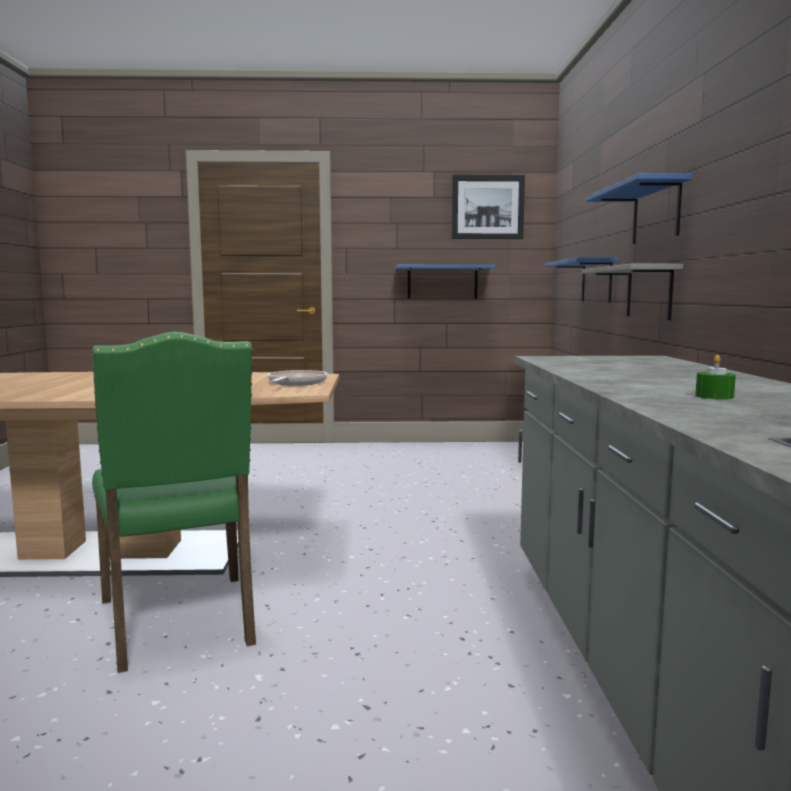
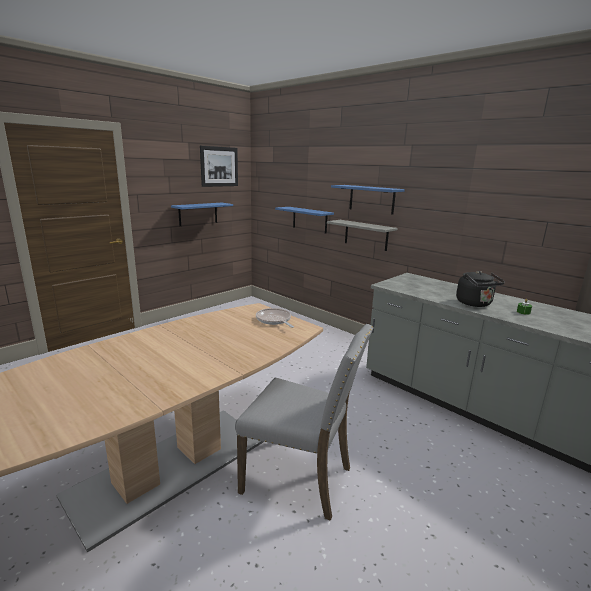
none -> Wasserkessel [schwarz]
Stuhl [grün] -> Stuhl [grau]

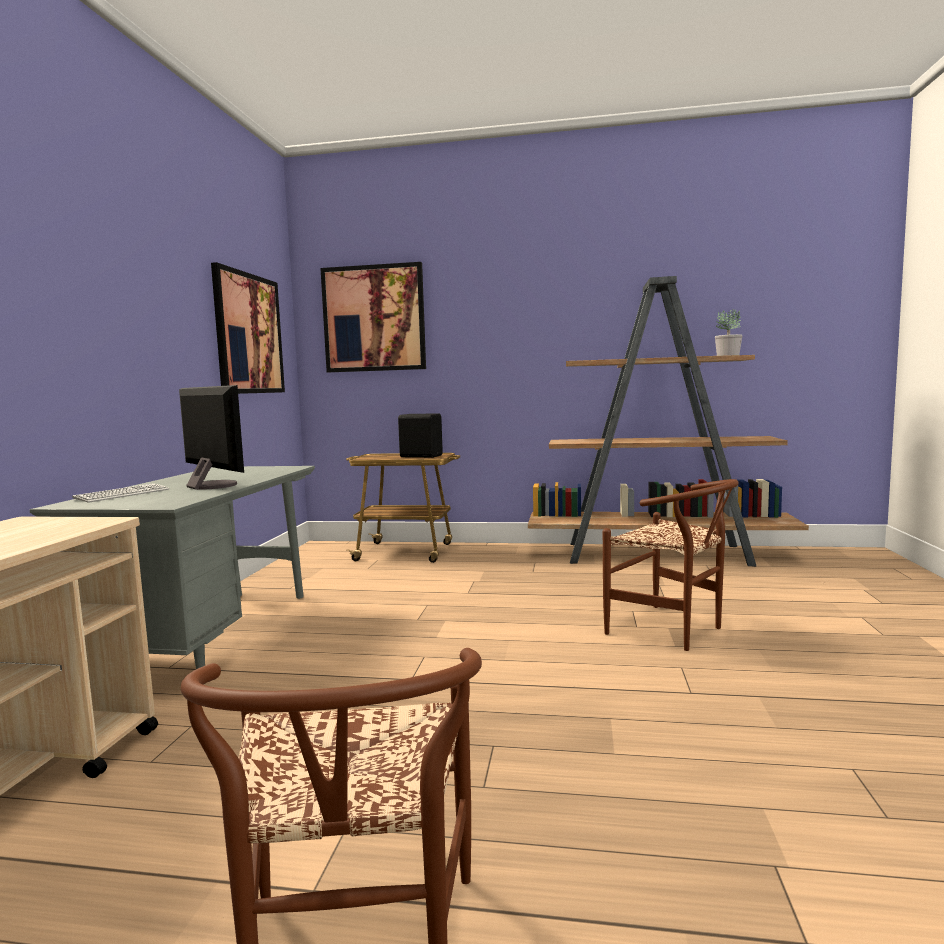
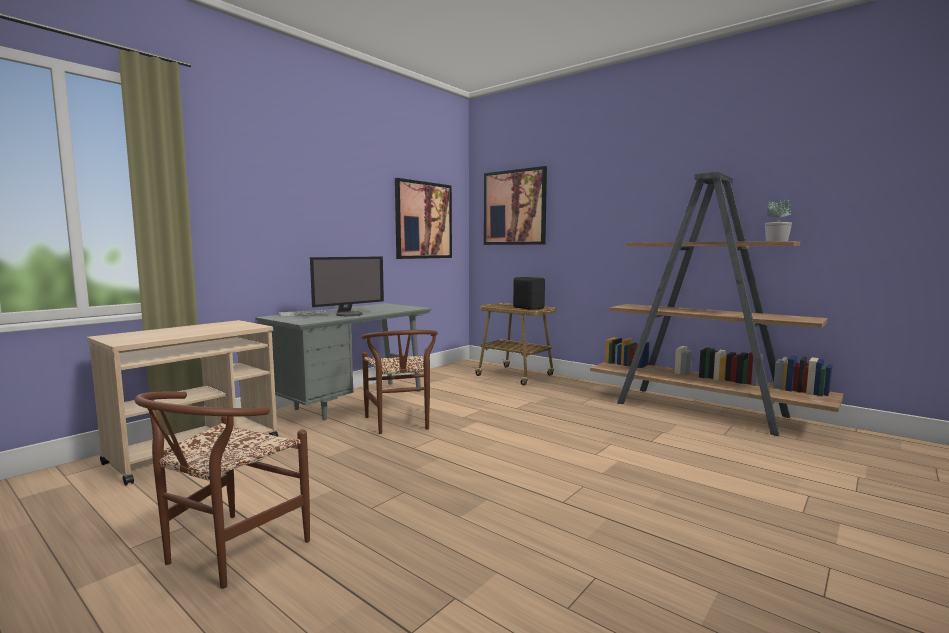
Stuhl [braun] (2nd from left), moved
Monitor, 60 degrees clockwise

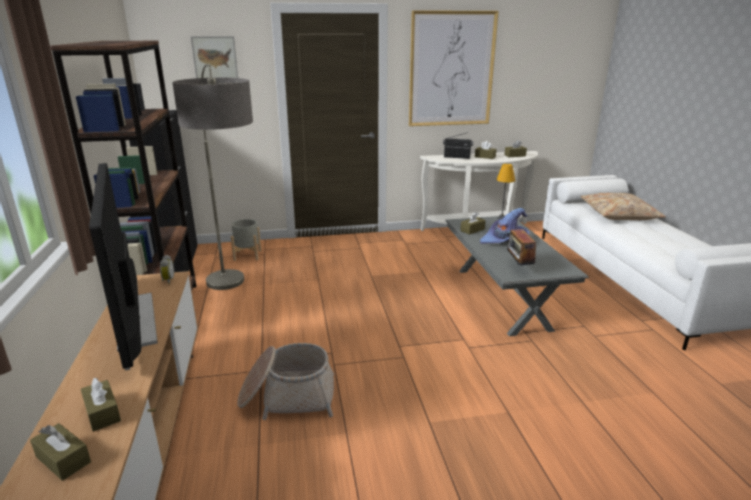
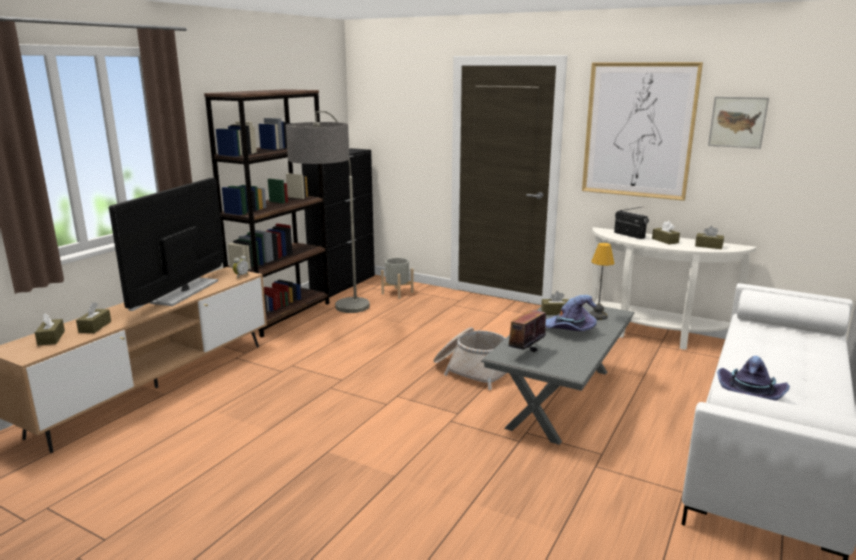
Kissen [beige] -> none
none -> Hut [lila] (2nd from left)
Bild (1st from left in the first image) -> Bild (2nd from left), moved
Korb, moved

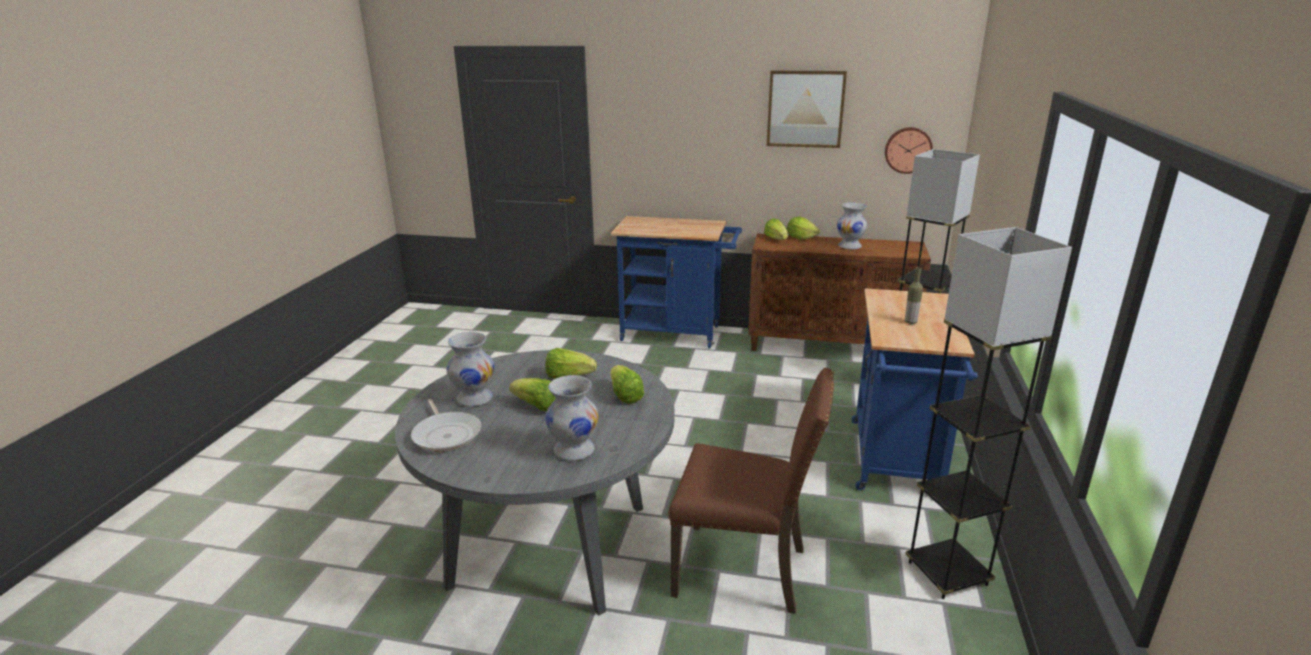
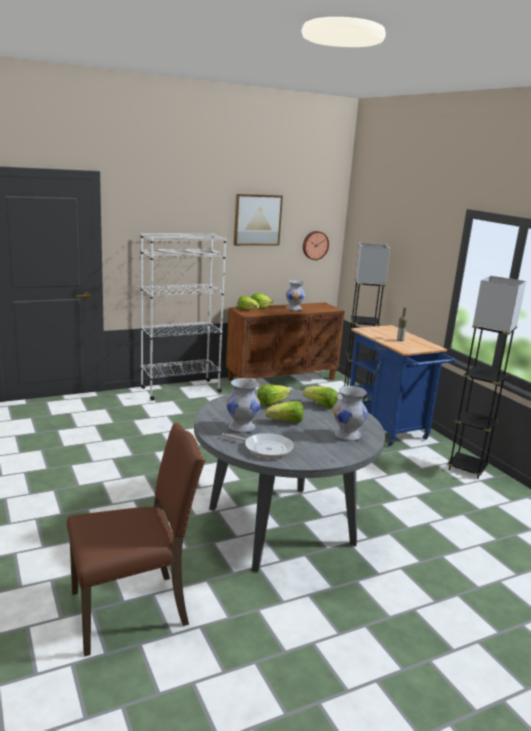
Stuhl [braun], moved
Rollwagen [blau] (1st from left) -> Bücherregal [weiß]

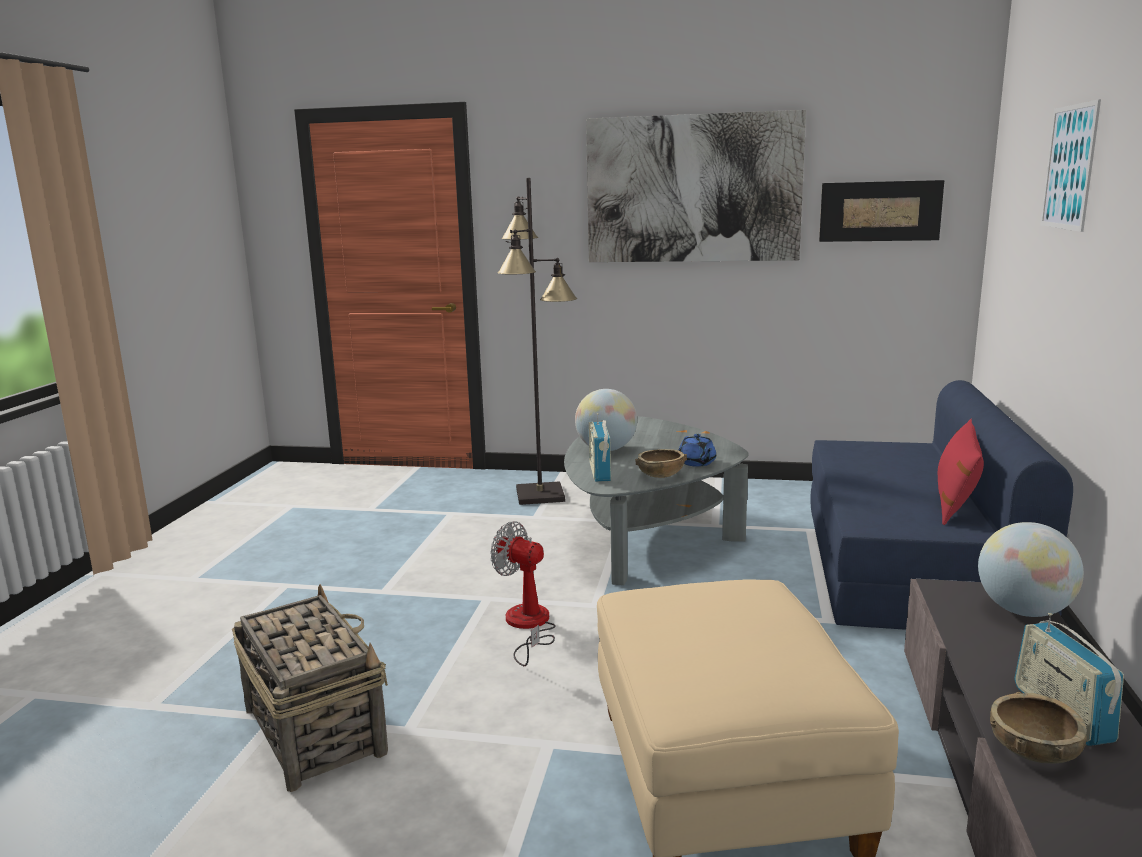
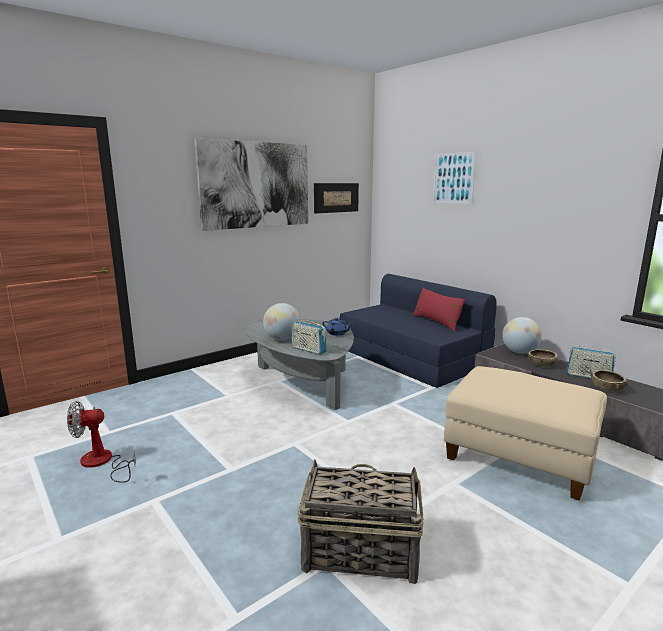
Stehlampe [schwarz] -> none
Ventilator, moved
Schüssel [braun] (1st from left), moved

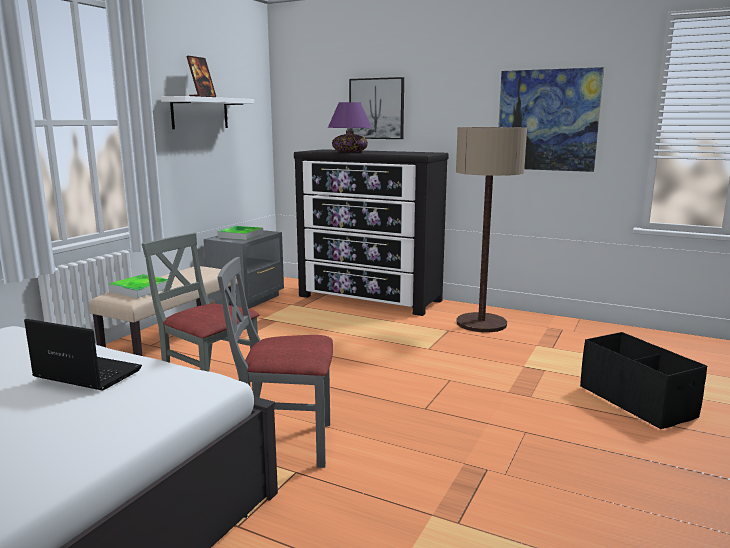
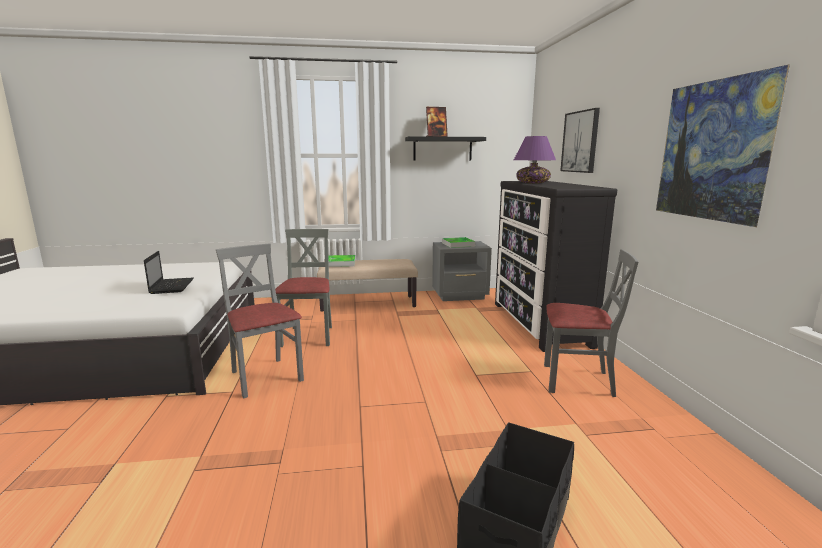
Stehlampe -> Stuhl [grau] (3rd from left)
Wandregal [weiß] -> Wandregal [schwarz]

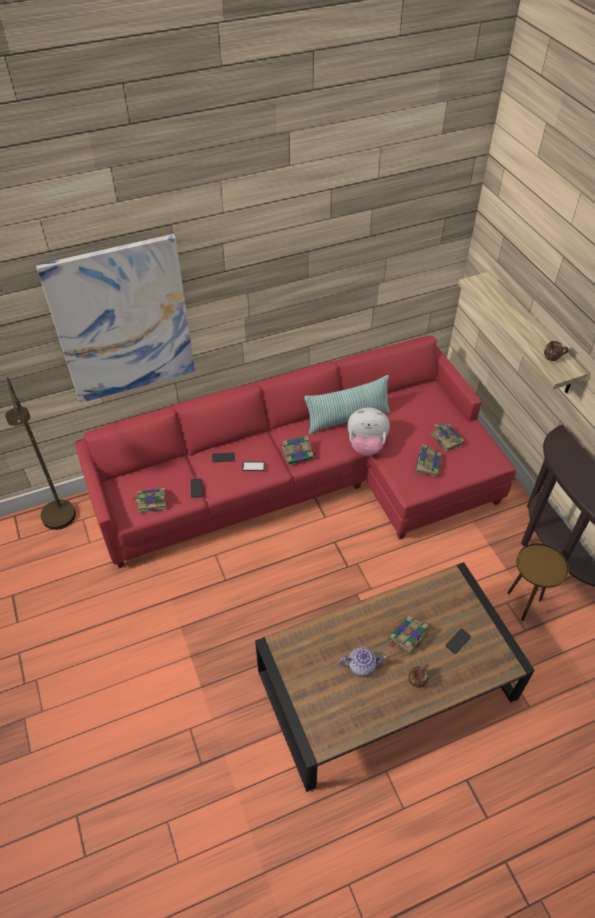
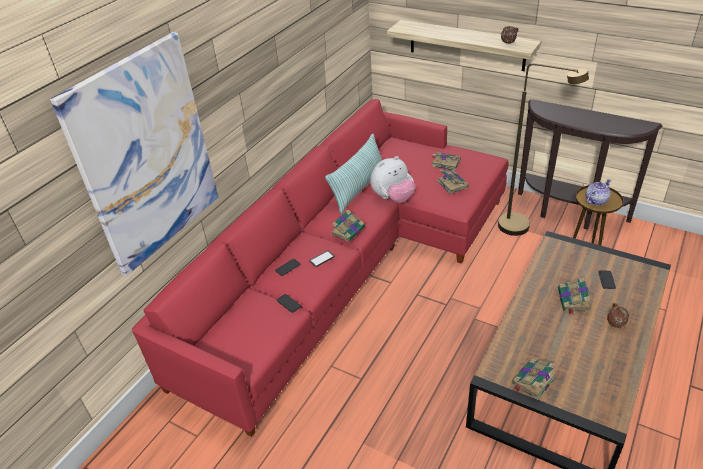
Stehlampe [braun], moved
Buch (1st from left in the first image) -> Buch (4th from left), moved
Teekanne, moved

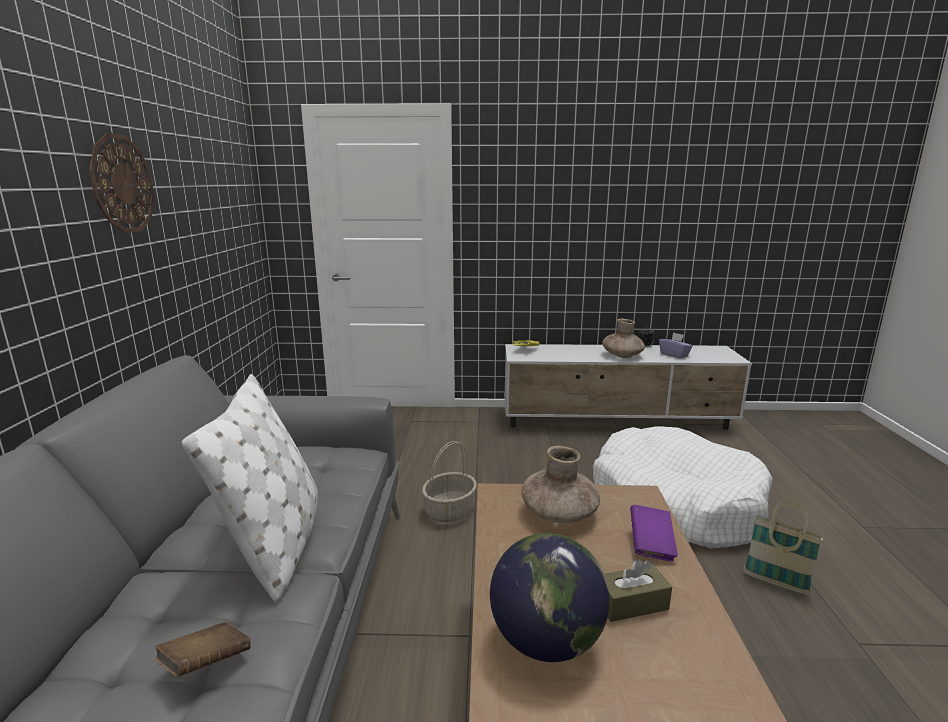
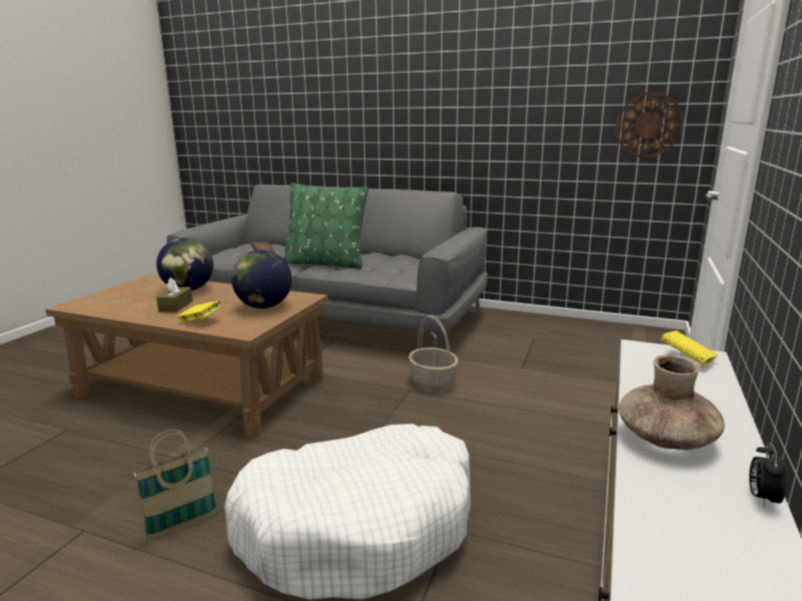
Taschentuchbox [lila] -> none
Wanduhr, moved
Vase [braun] (1st from left) -> Globus (2nd from left)
Kissen [weiß] -> Kissen [grün]
Buch [lila] -> Buch [gelb] (1st from left)

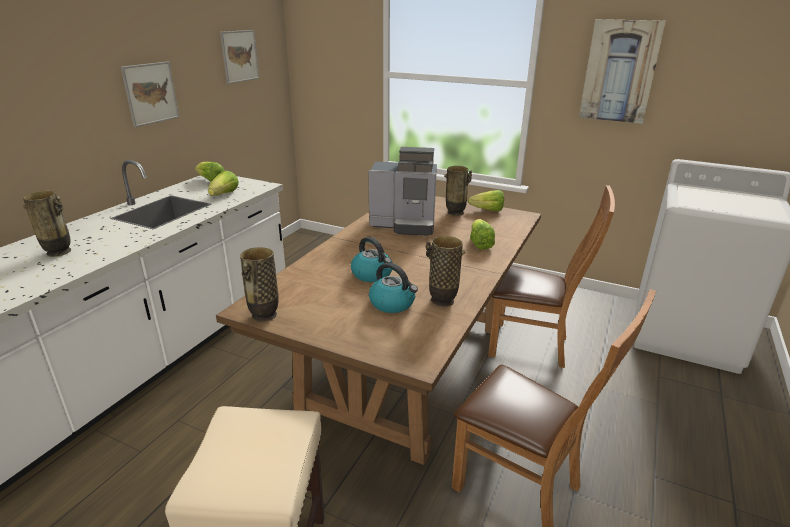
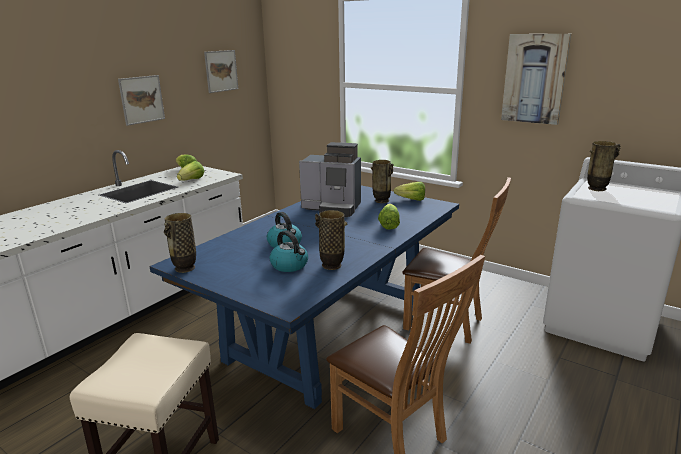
Vase (1st from left in the first image) -> Vase (4th from left), moved
Esstisch [braun] -> Esstisch [blau]

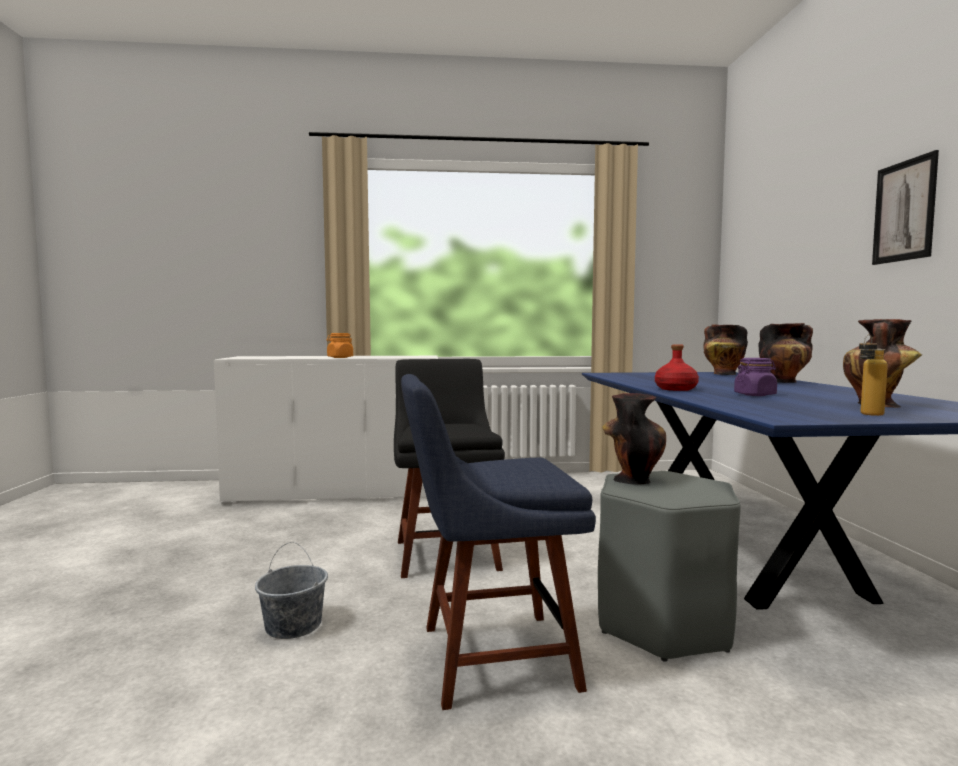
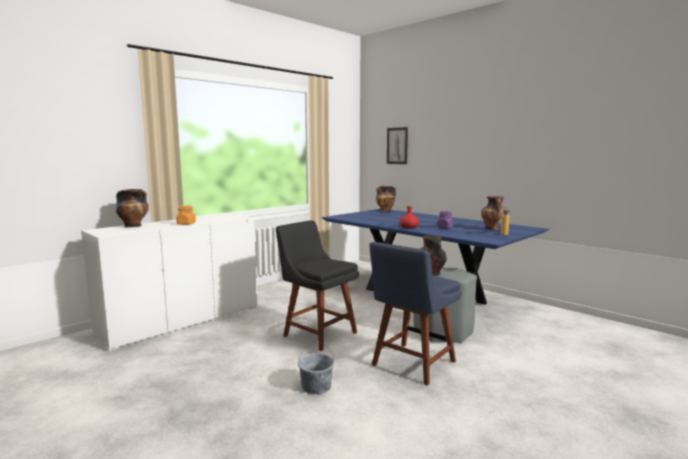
Vase (3rd from left in the first image) -> Vase (1st from left), moved
Bild, moved

